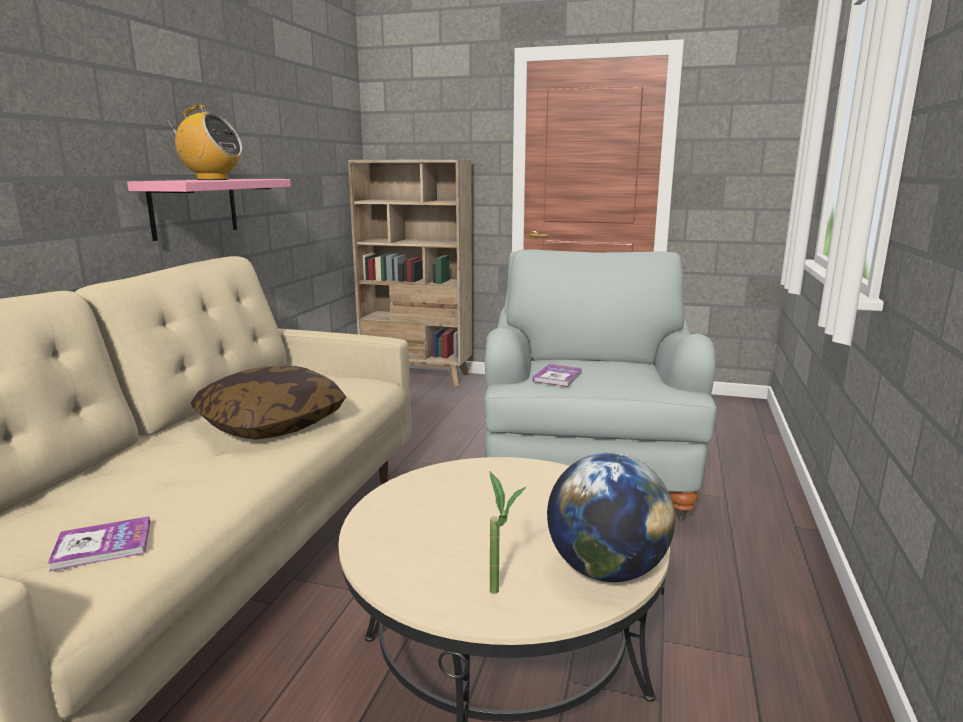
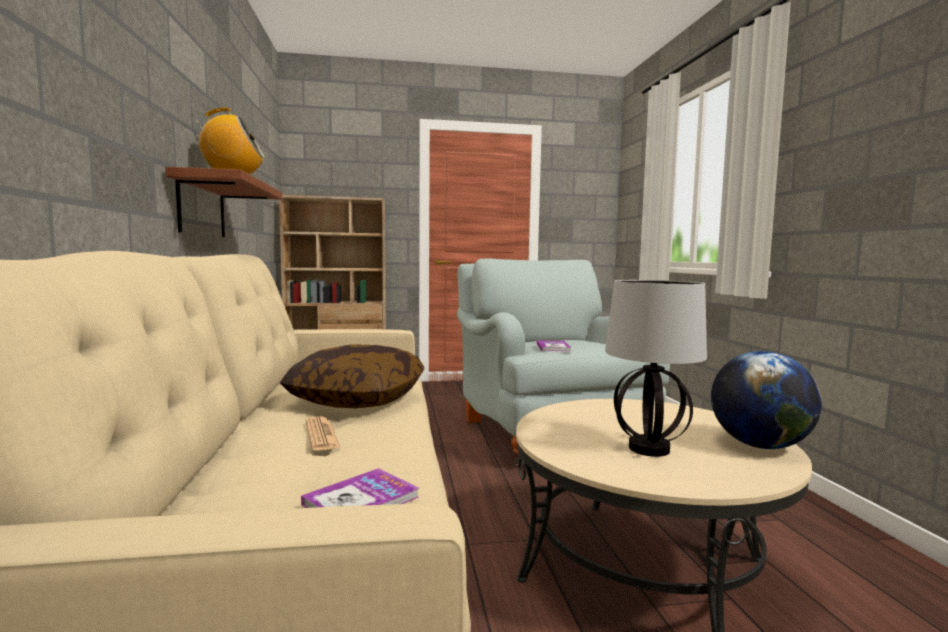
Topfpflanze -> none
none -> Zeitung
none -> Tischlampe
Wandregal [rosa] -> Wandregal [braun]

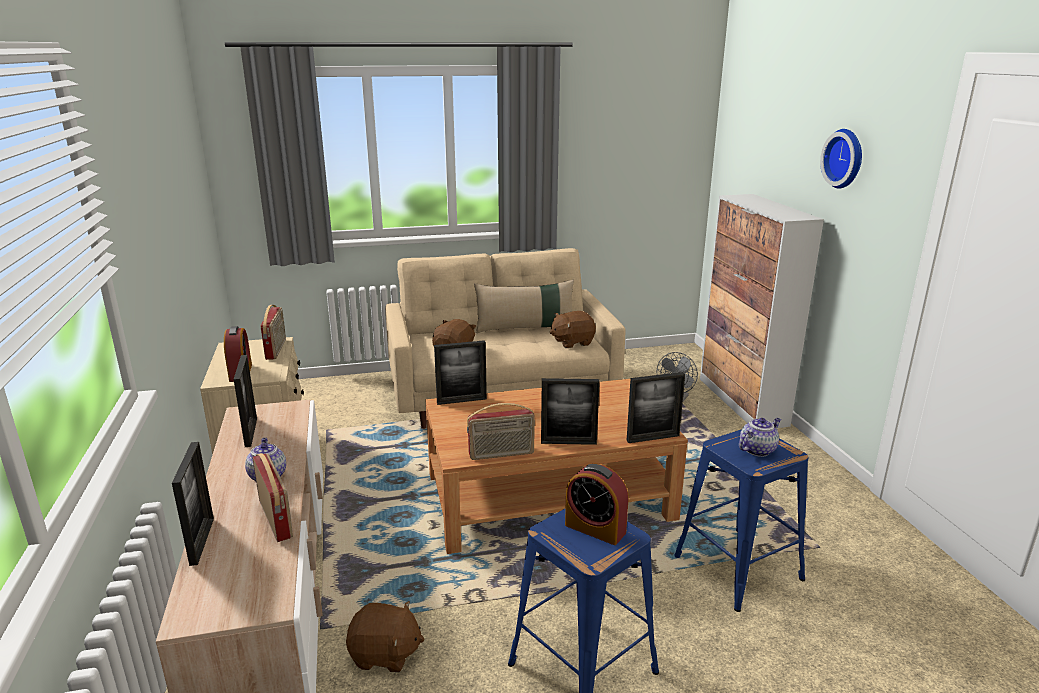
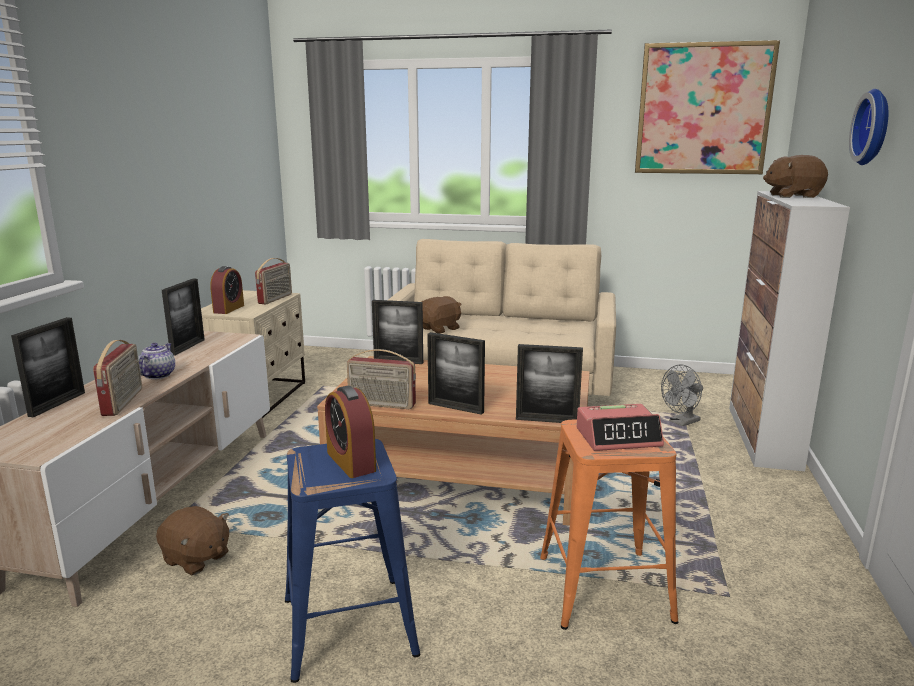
Kissen [beige] -> none
none -> Bild
Plüschtier [braun] (3rd from left), moved
Teekanne (2nd from left) -> Wecker (3rd from left)
Hocker [blau] (2nd from left) -> Hocker [orange]

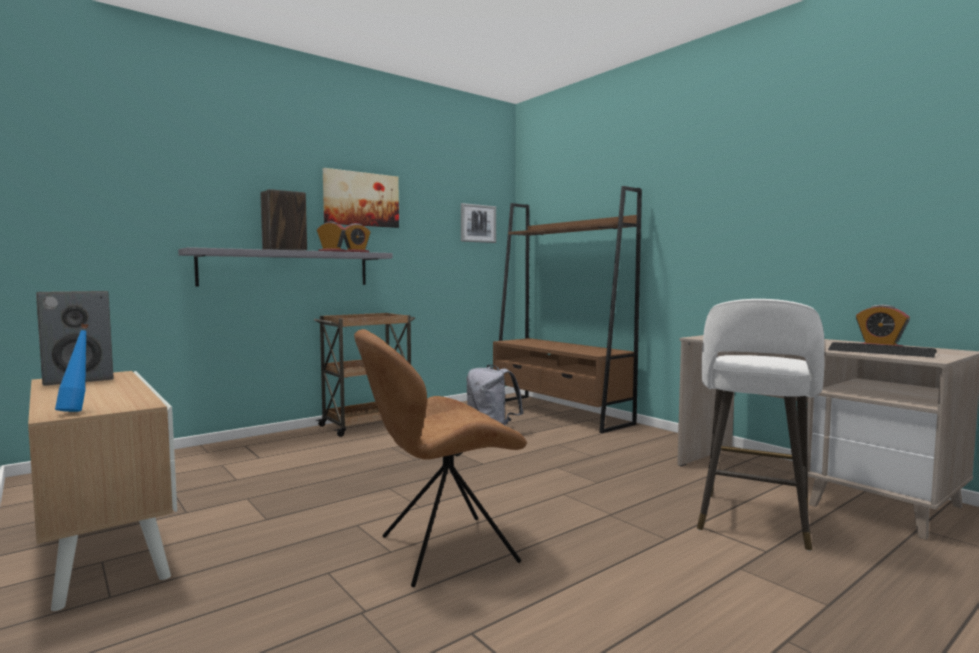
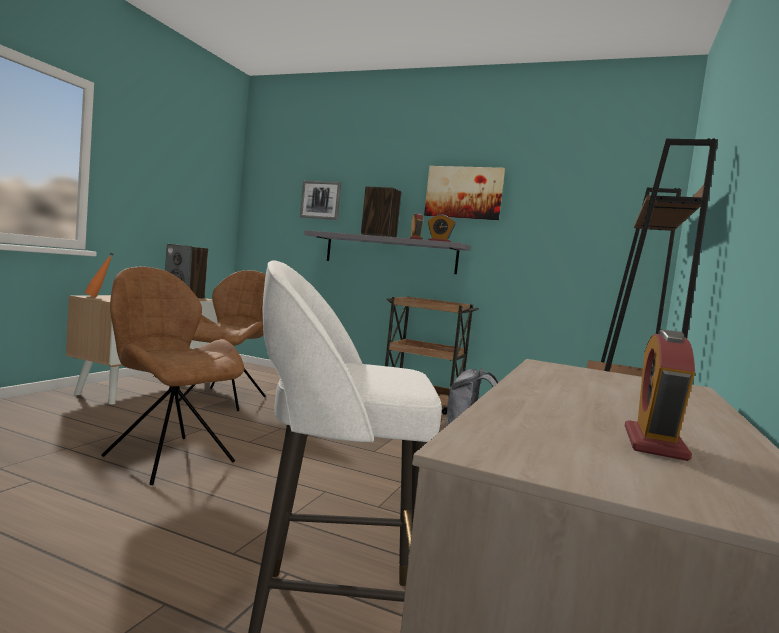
Tastatur -> none
none -> Stuhl [braun] (2nd from left)
Bild (2nd from left in the first image) -> Bild (1st from left), moved
Flasche [blau] -> Flasche [orange]

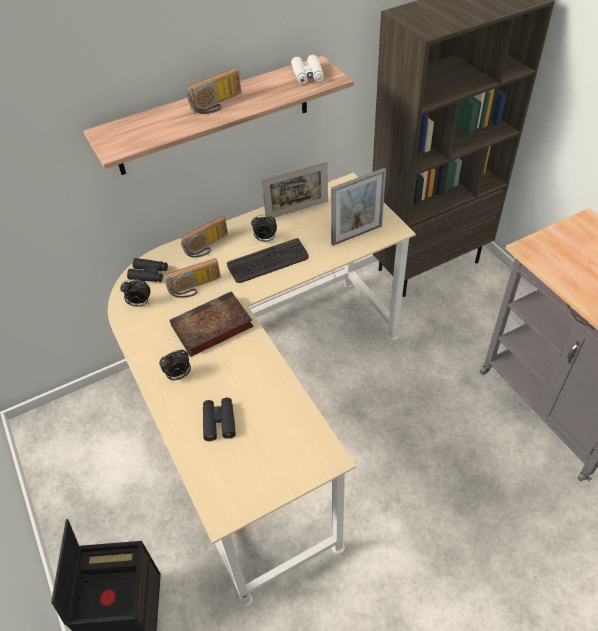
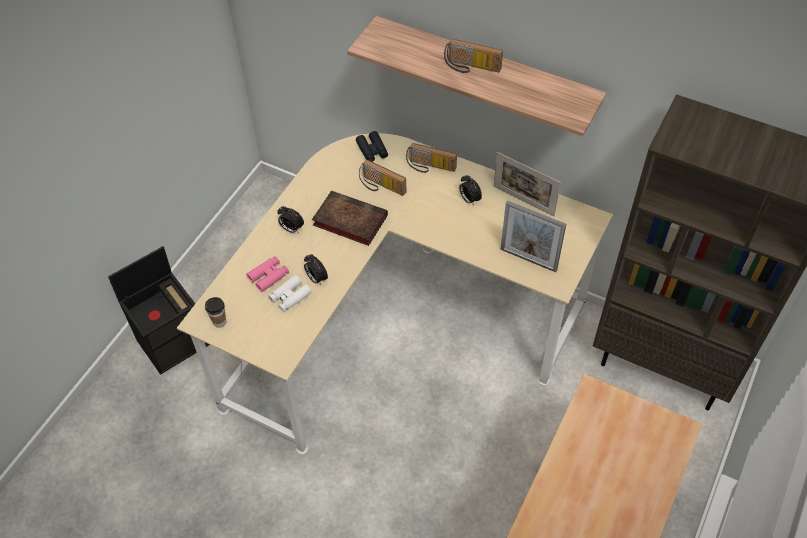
Tastatur -> none
none -> Tasse
Wecker (1st from left in the first image) -> Wecker (2nd from left), moved
Fernglas [weiß], moved
Fernglas [schwarz] (2nd from left) -> Fernglas [rosa]

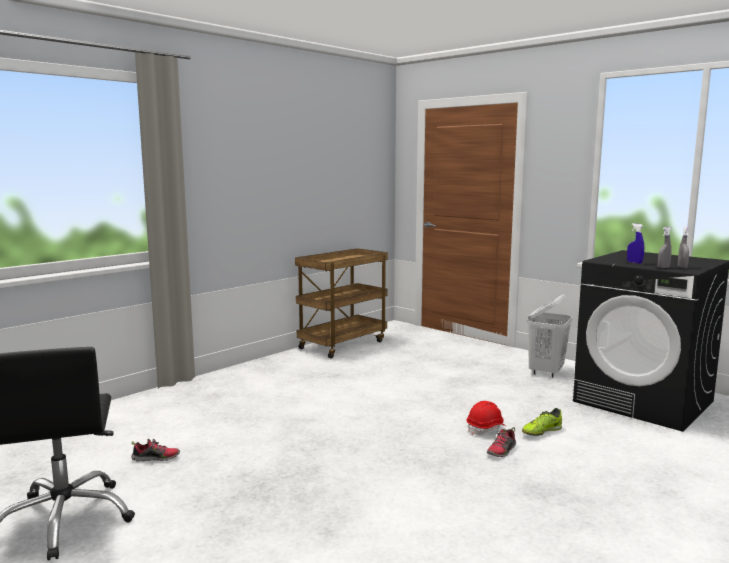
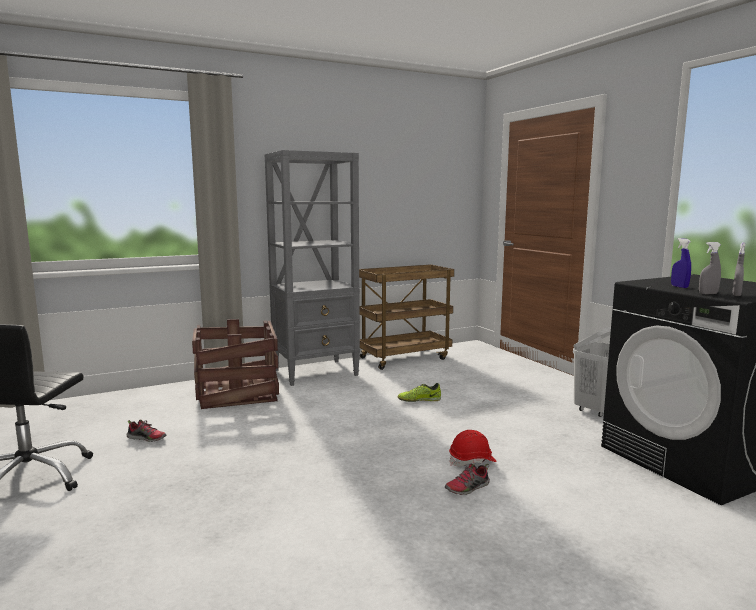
none -> Kiste
none -> Bücherregal [grau]
Schuh (3rd from left in the first image) -> Schuh (2nd from left), moved

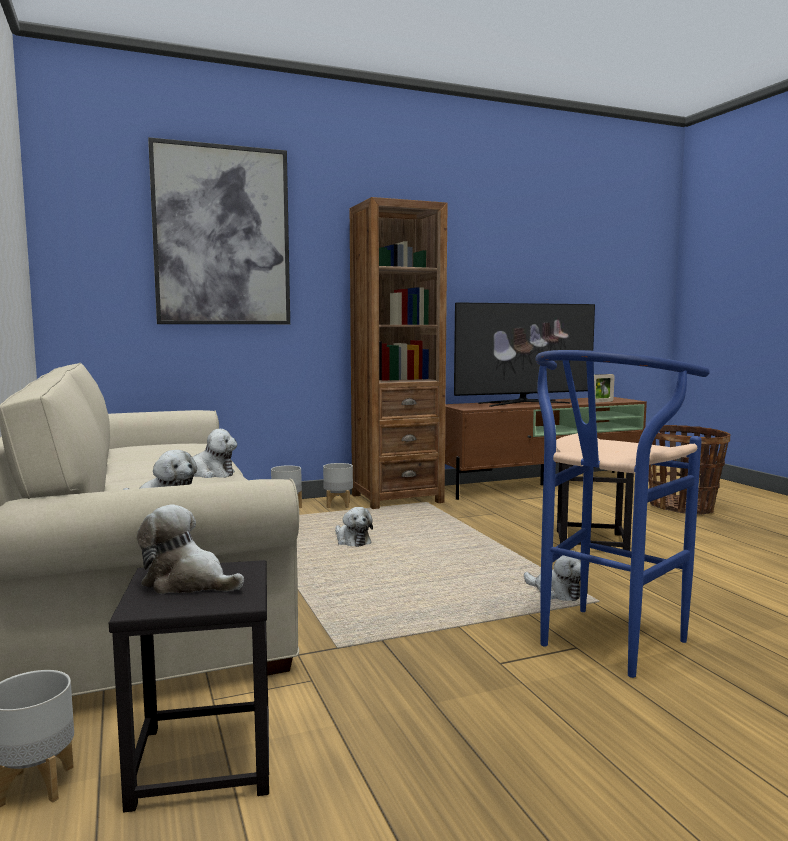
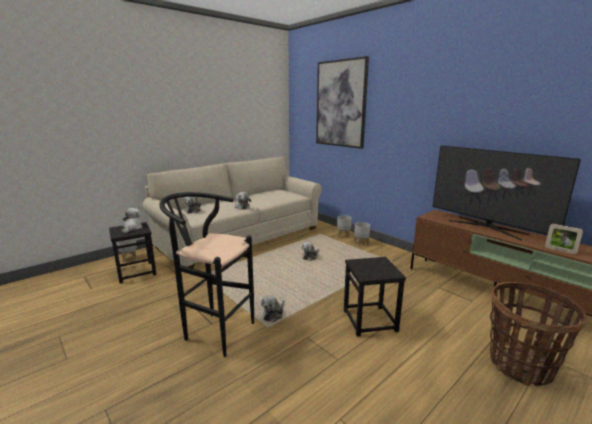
Bücherregal [braun] -> none
Hocker [blau] -> Hocker [schwarz] (2nd from left)

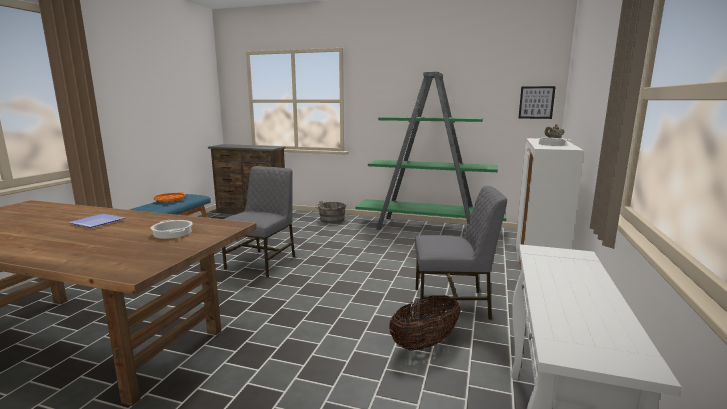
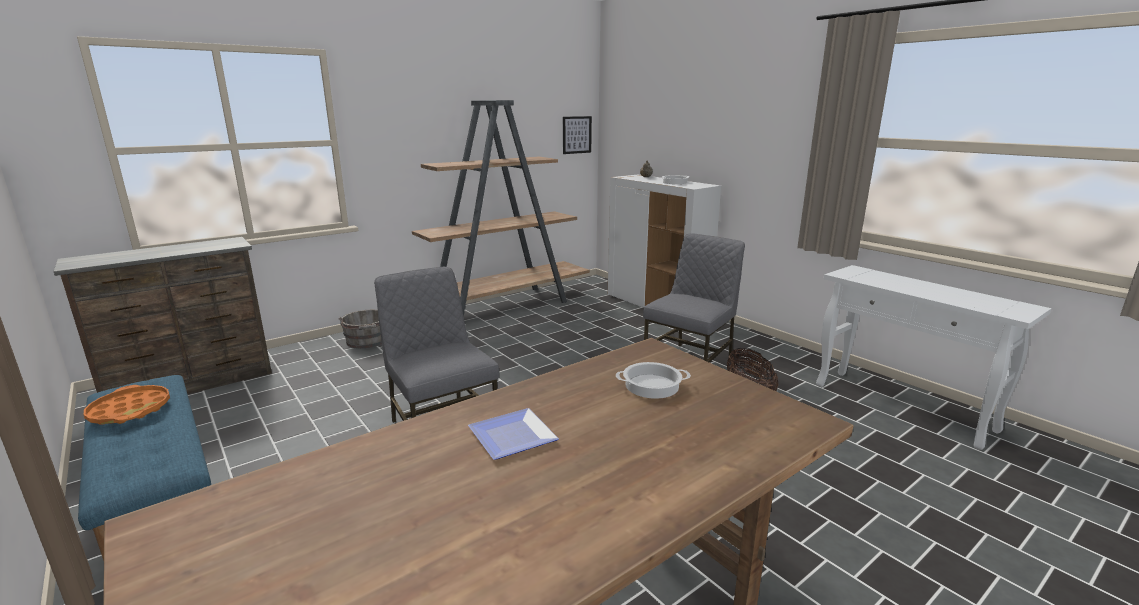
Bücherregal [grün] -> Bücherregal [braun]

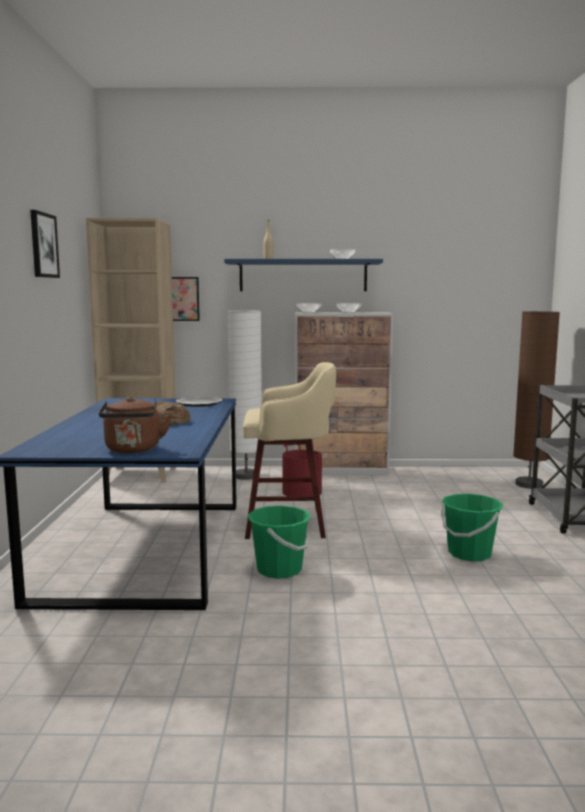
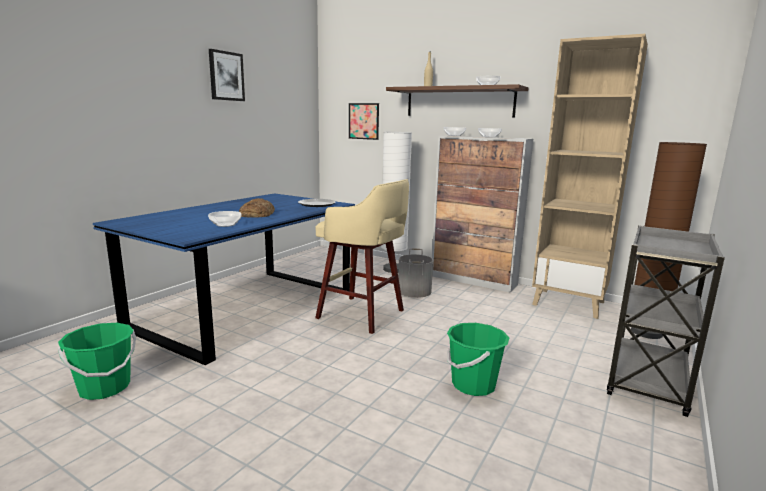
Wasserkessel [braun] -> none
none -> Schüssel (1st from left)
Bücherregal [beige], moved
Eimer [grün] (1st from left), moved
Wandregal [blau] -> Wandregal [braun]
Eimer [rot] -> Eimer [grau]

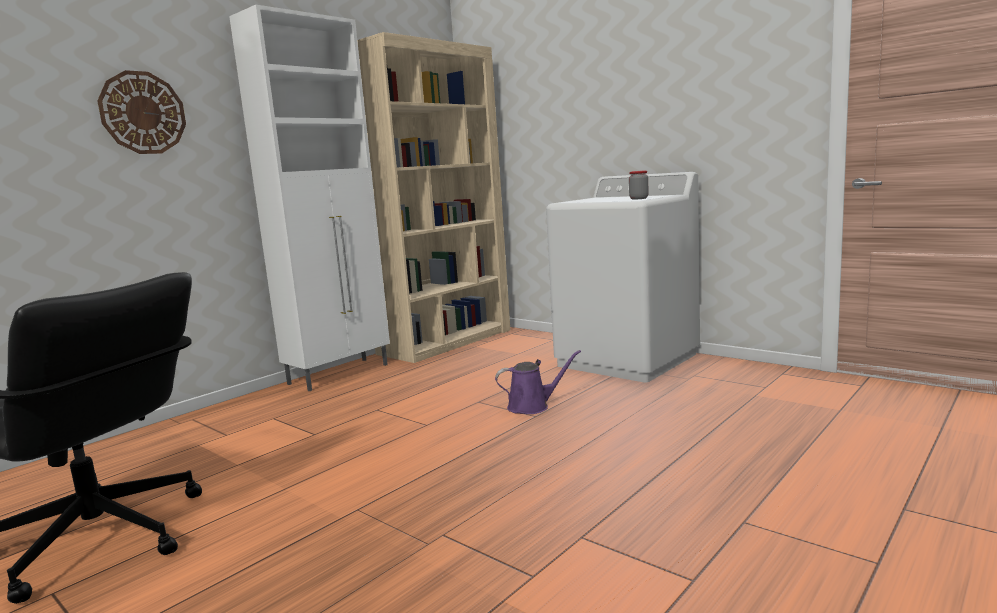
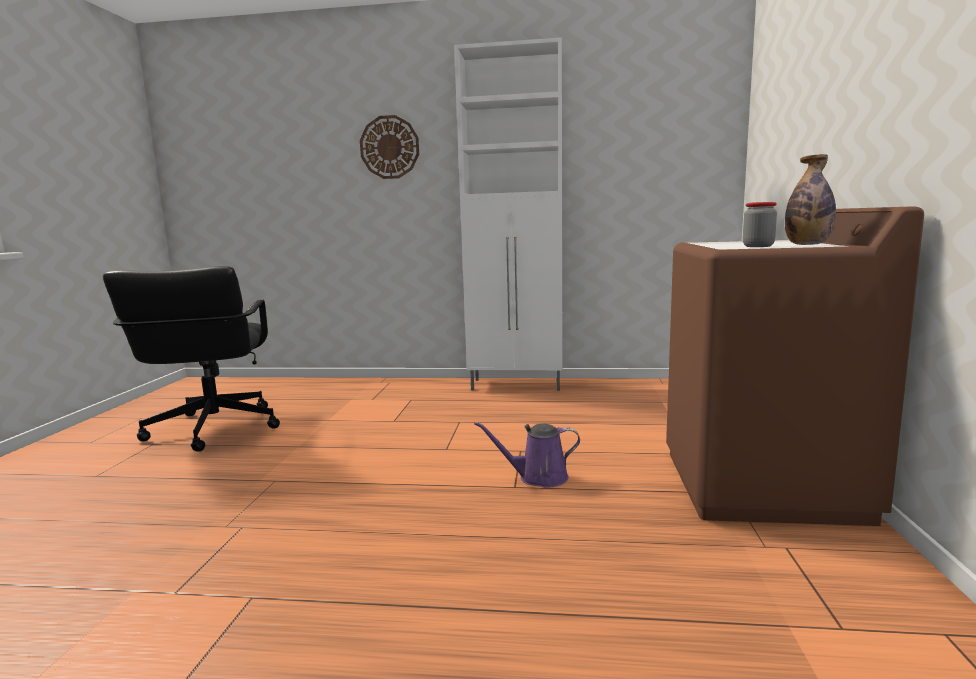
Bücherregal [beige] -> none
none -> Flasche
Waschmaschine [weiß] -> Waschmaschine [braun]
Gießkanne [lila], 135 degrees clockwise

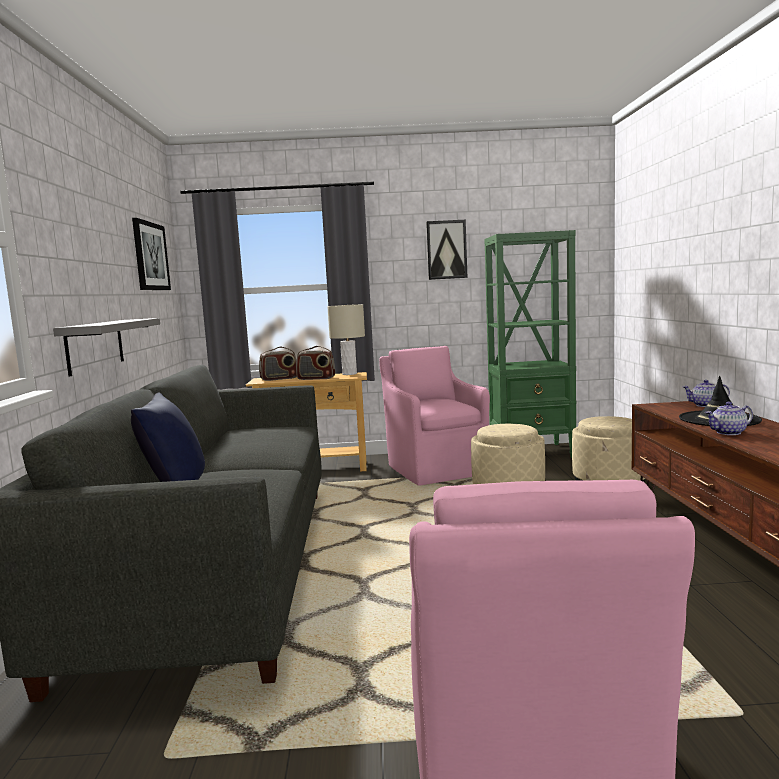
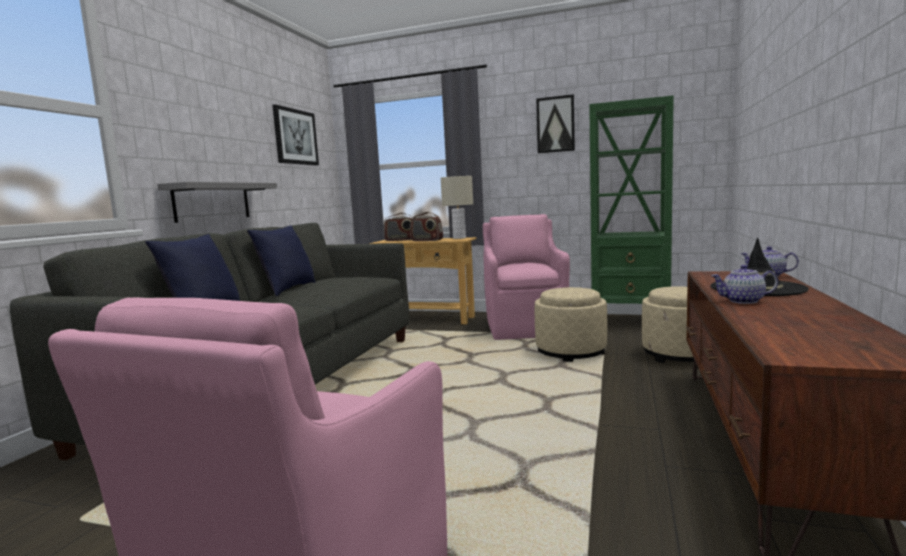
none -> Kissen [blau] (2nd from left)

